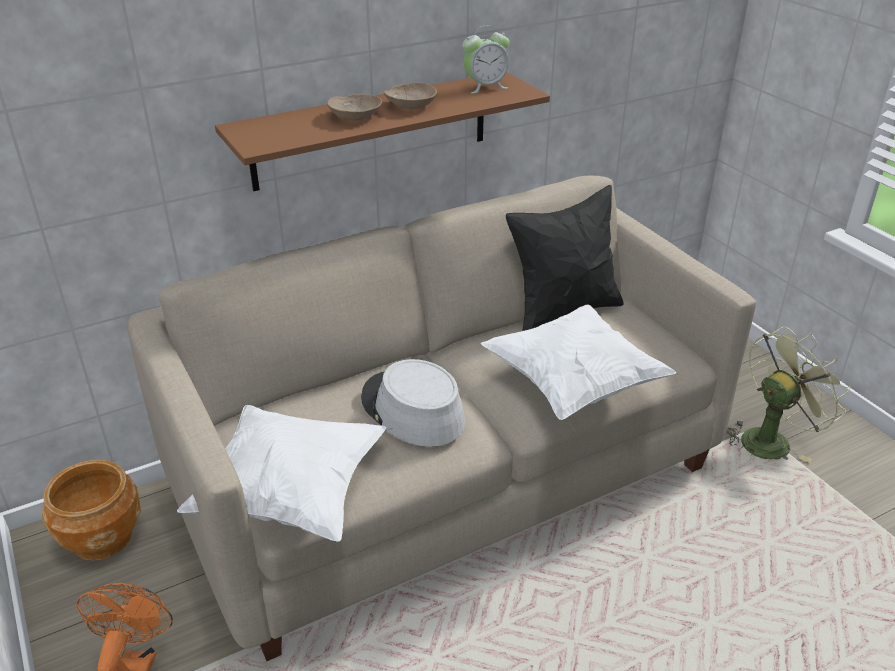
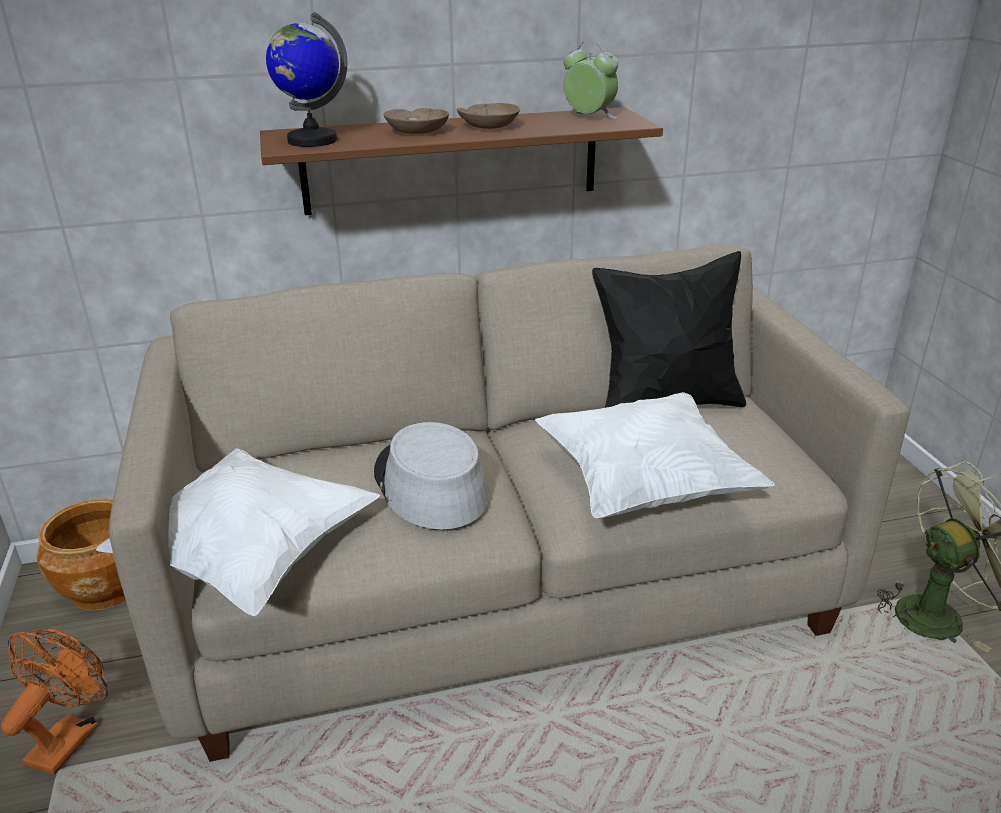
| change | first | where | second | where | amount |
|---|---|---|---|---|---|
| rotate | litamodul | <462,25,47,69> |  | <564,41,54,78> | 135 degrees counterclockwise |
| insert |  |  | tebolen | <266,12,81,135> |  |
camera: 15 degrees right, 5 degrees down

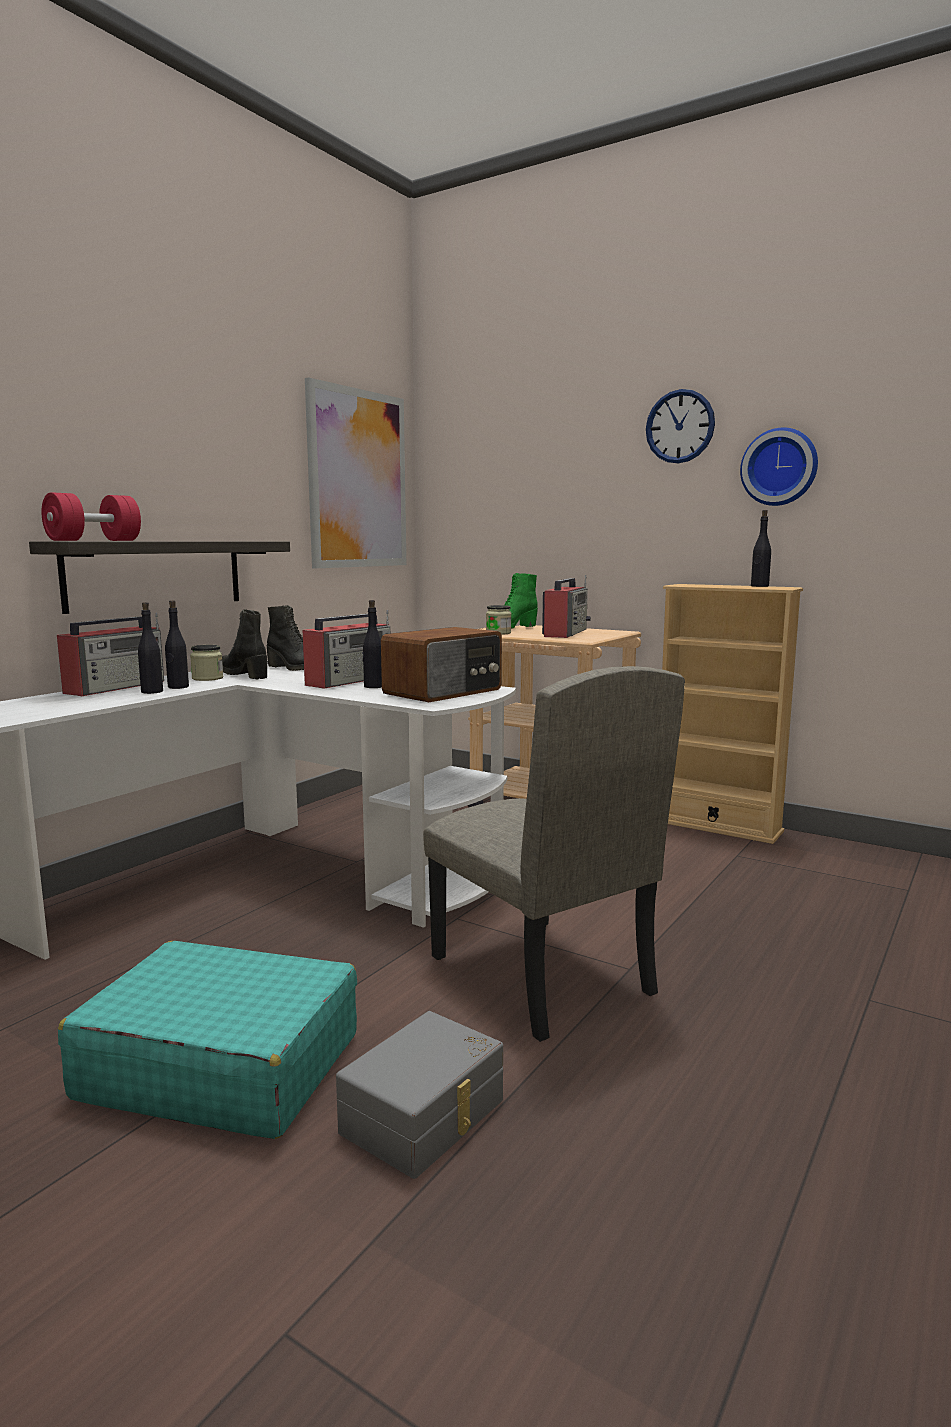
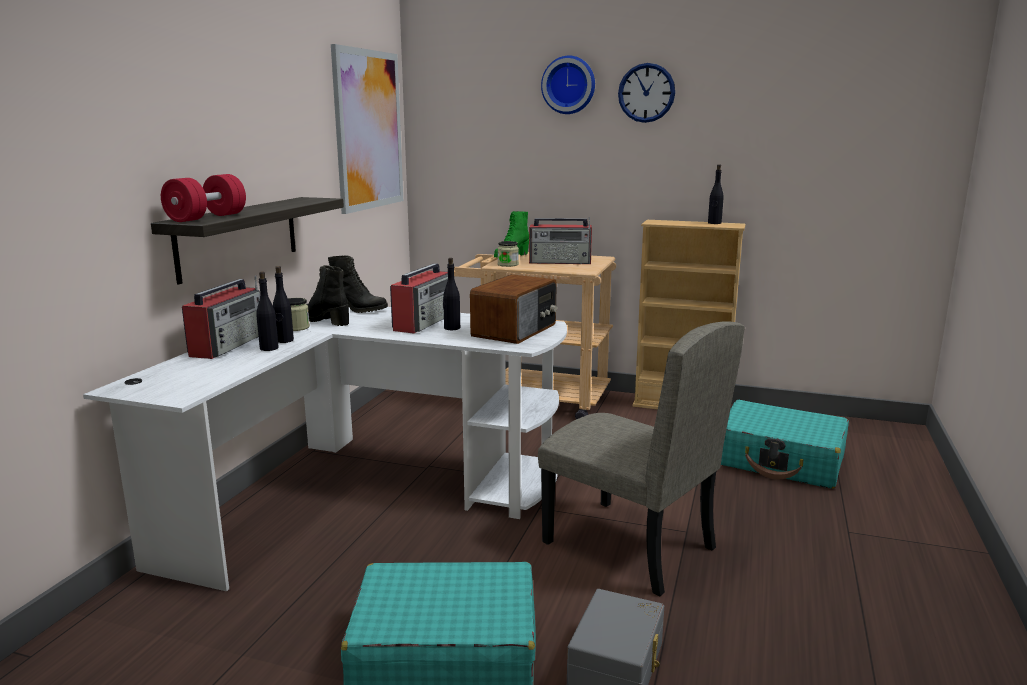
| change | first | where | second | where | amount |
|---|---|---|---|---|---|
| rotate | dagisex | <542,575,49,63> |  | <529,217,63,47> | 90 degrees clockwise |
| move | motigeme | <740,427,78,79> |  | <541,56,54,58> |  |
| insert |  |  | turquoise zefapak | <721,400,128,89> |  |
camera: 15 degrees left, 5 degrees up

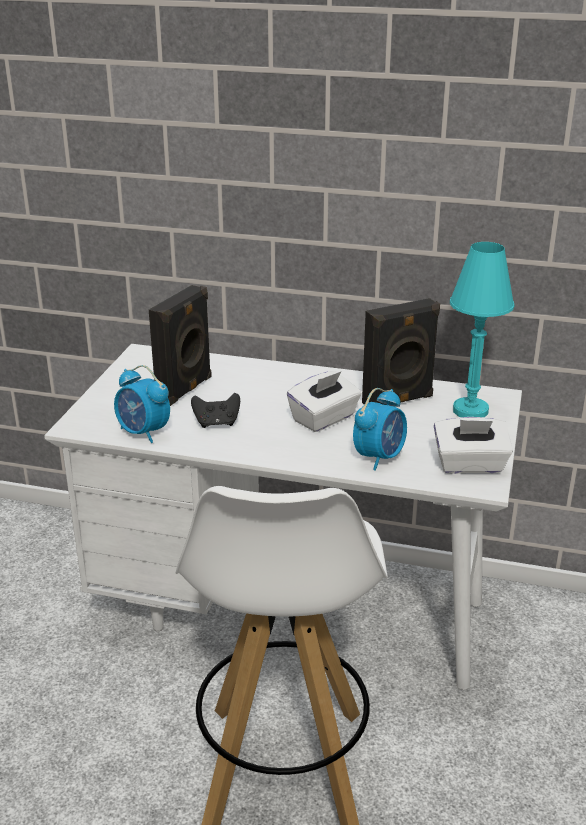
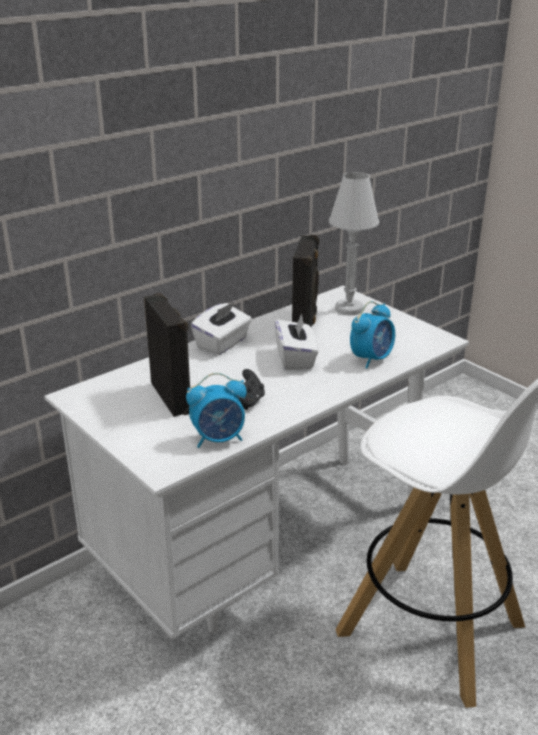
| change | first | where | second | where | amount |
|---|---|---|---|---|---|
| rotate | litamodul | <353,388,54,82> |  | <350,301,45,68> | 60 degrees clockwise |
| move | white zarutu | <434,417,79,57> |  | <191,302,61,53> |  |
| recolor | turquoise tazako | <450,242,64,175> | white tazako | <329,172,50,144> |  |
camera: 55 degrees left, 0 degrees up

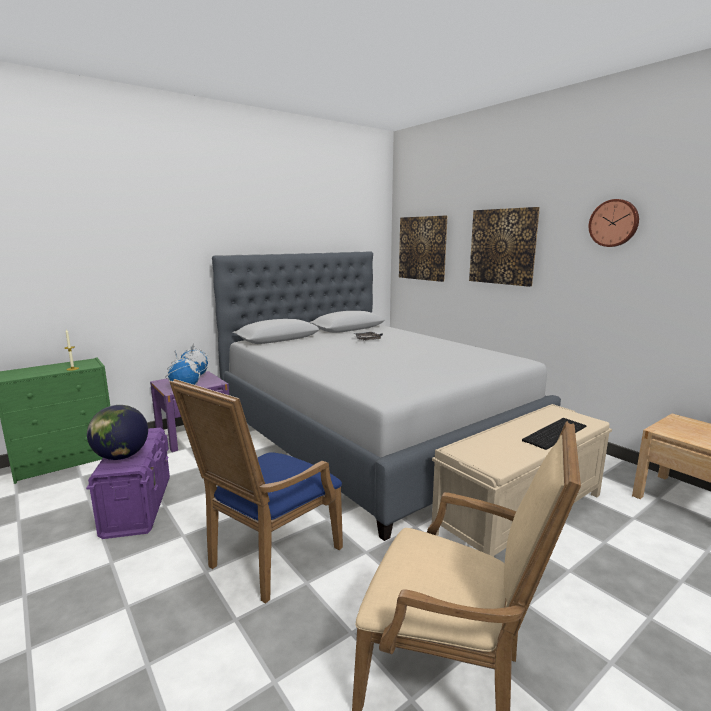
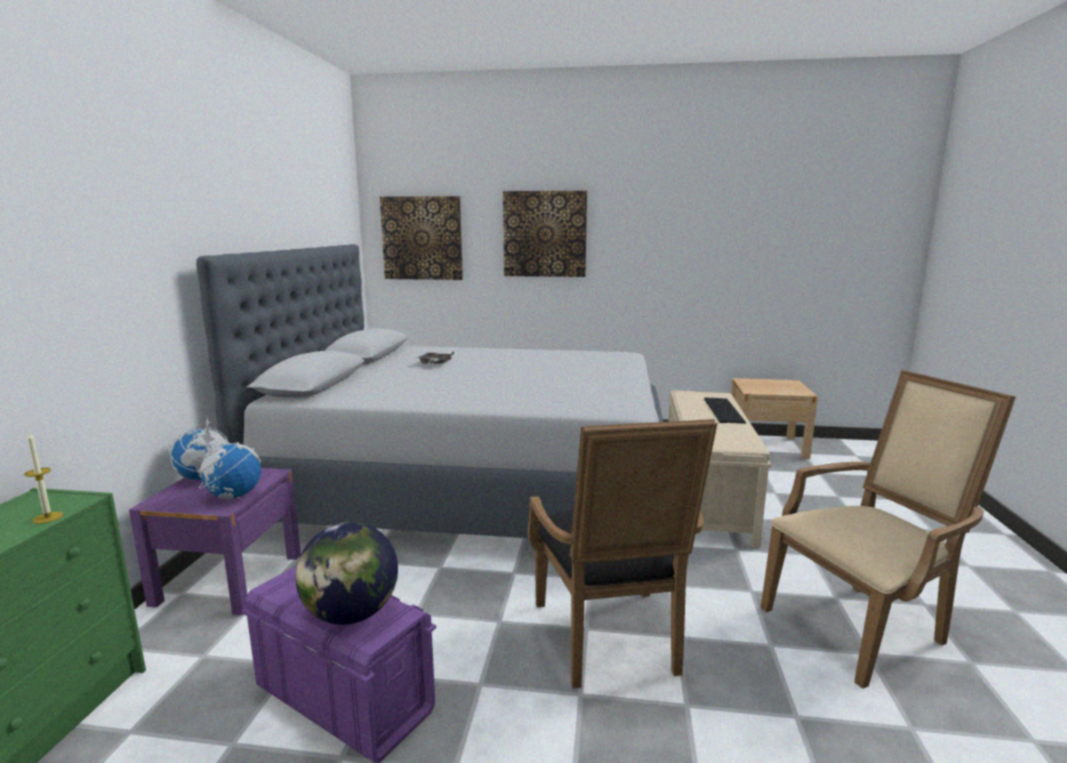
| change | first | where | second | where | amount |
|---|---|---|---|---|---|
| recolor | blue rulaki | <170,379,173,225> | black rulaki | <527,419,191,269> |  |
| delete | motigeme | <589,199,50,48> |  |  |  |
camera: 45 degrees left, 0 degrees up

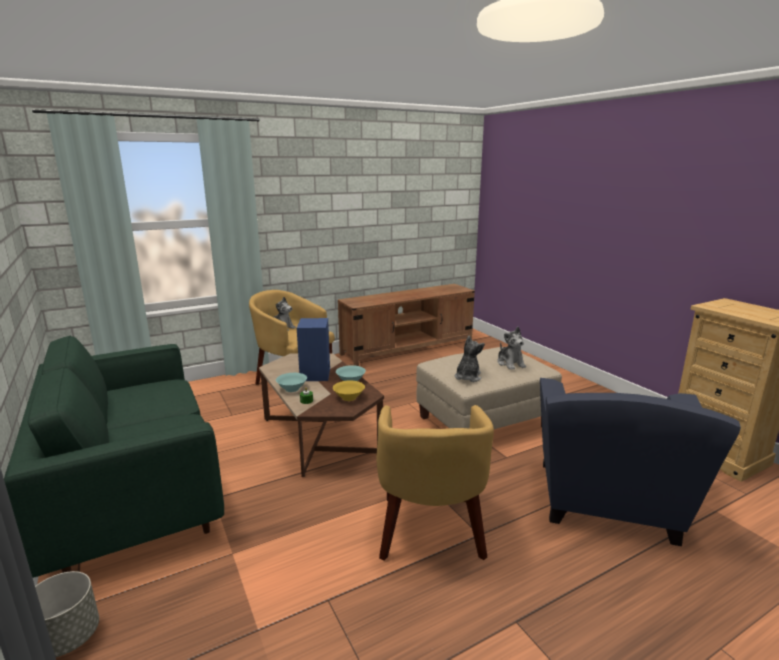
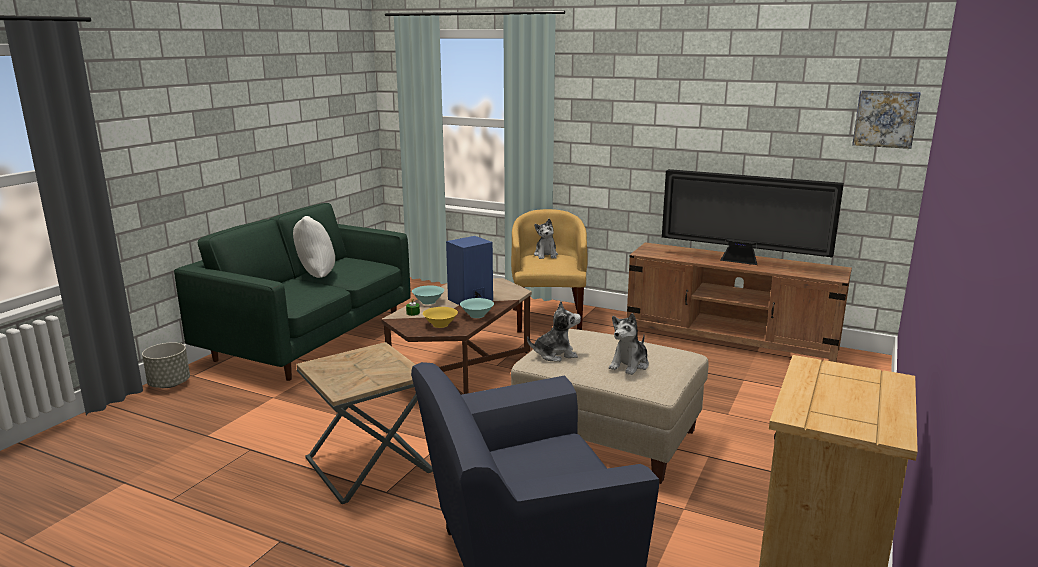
| change | first | where | second | where | amount |
|---|---|---|---|---|---|
| replace | yellow rulaki | <376,405,118,156> | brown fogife | <296,342,137,162> |  |
| insert |  |  | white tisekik | <293,216,42,62> |  |
| insert |  |  | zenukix | <662,169,182,96> |  |
| insert |  |  | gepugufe | <852,90,69,59> |  |
camera: 55 degrees right, 0 degrees up

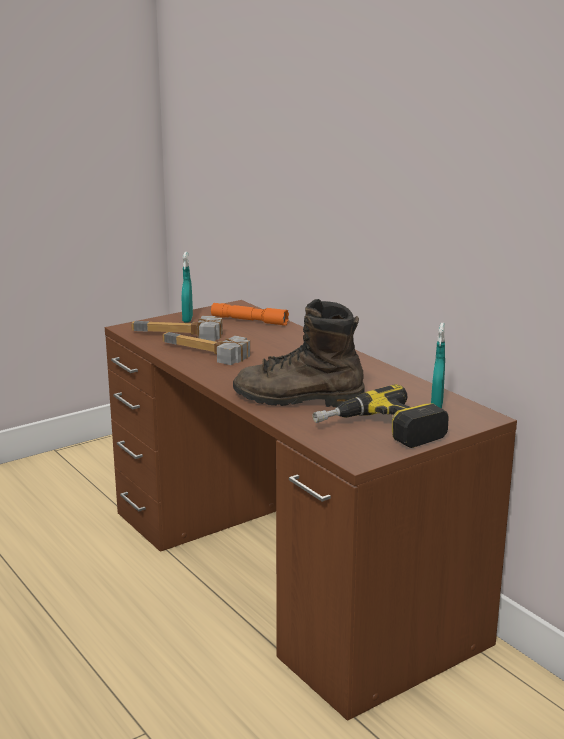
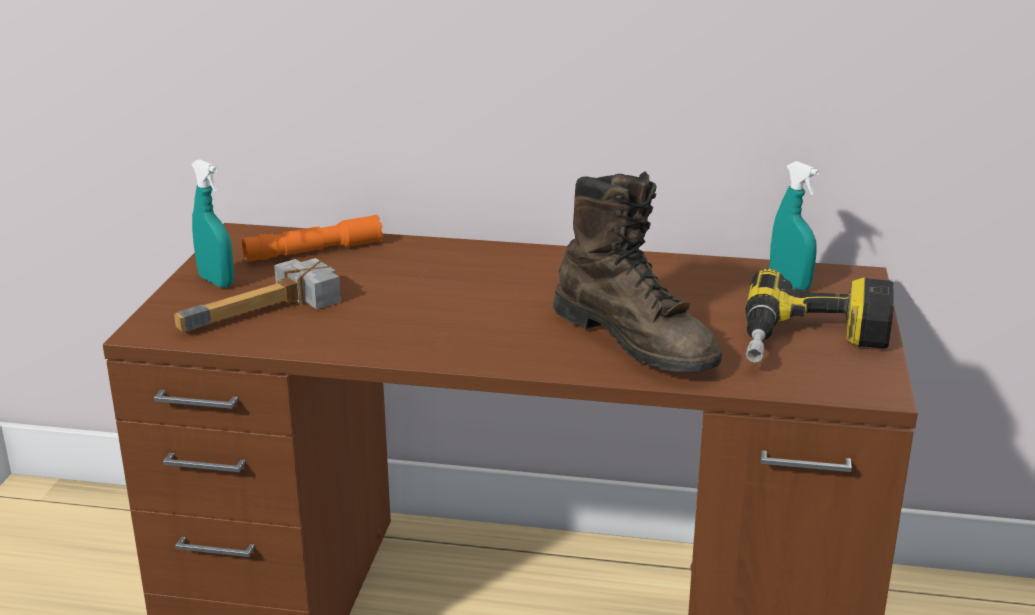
| change | first | where | second | where | amount |
|---|---|---|---|---|---|
| delete | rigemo | <162,332,88,33> |  |  |  |
| rotate | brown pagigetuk | <233,299,132,108> |  | <553,171,169,202> | 90 degrees counterclockwise |
camera: 45 degrees left, 5 degrees up

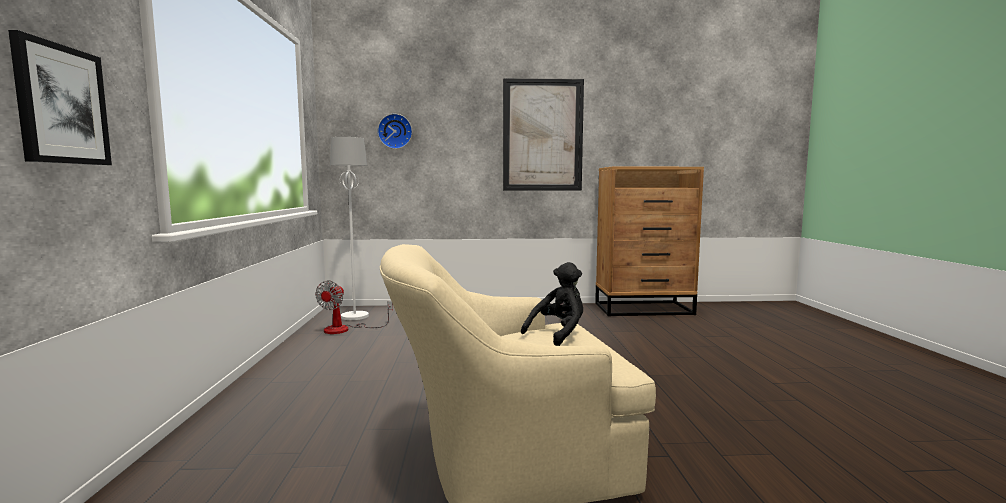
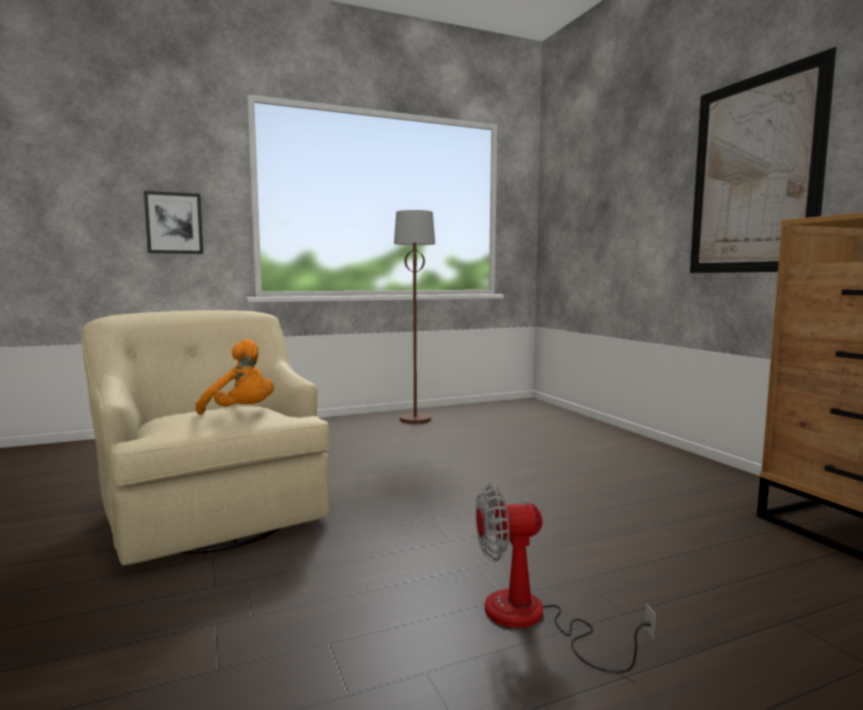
| change | first | where | second | where | amount |
|---|---|---|---|---|---|
| move | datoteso | <315,280,78,54> |  | <476,484,180,189> |  |
| delete | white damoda | <330,137,39,183> |  |  |  |
| delete | motigeme | <378,114,34,35> |  |  |  |
| recolor | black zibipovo | <521,262,62,84> | orange zibipovo | <195,339,79,76> |  |
| insert |  |  | brown damoda | <394,210,41,214> |  |
camera: 70 degrees right, 0 degrees up

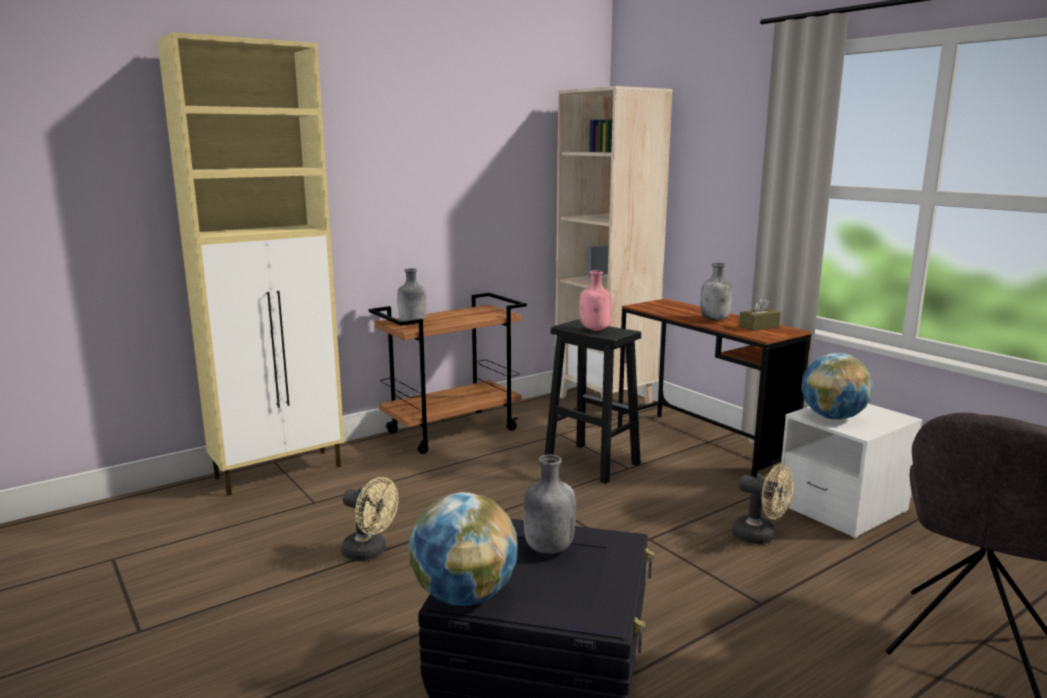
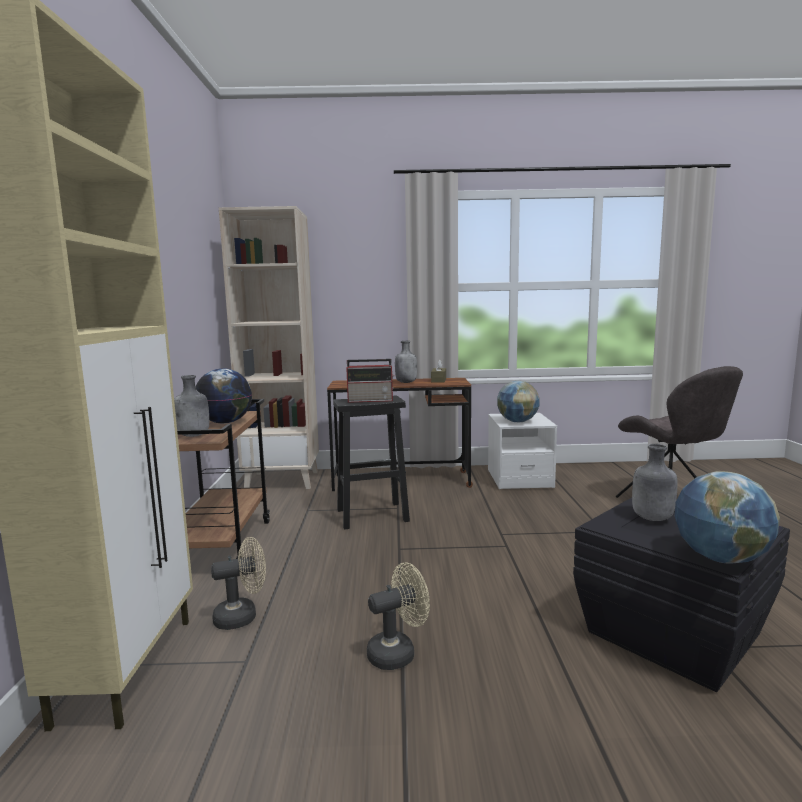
| change | first | where | second | where | amount |
|---|---|---|---|---|---|
| replace | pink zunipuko | <579,270,33,61> | dagisex | <346,359,48,44> |  |
| move | beige datoteso | <732,464,62,80> |  | <211,537,55,93> |  |
| insert |  |  | tebolen | <196,368,56,56> |  |
camera: 55 degrees left, 5 degrees down

